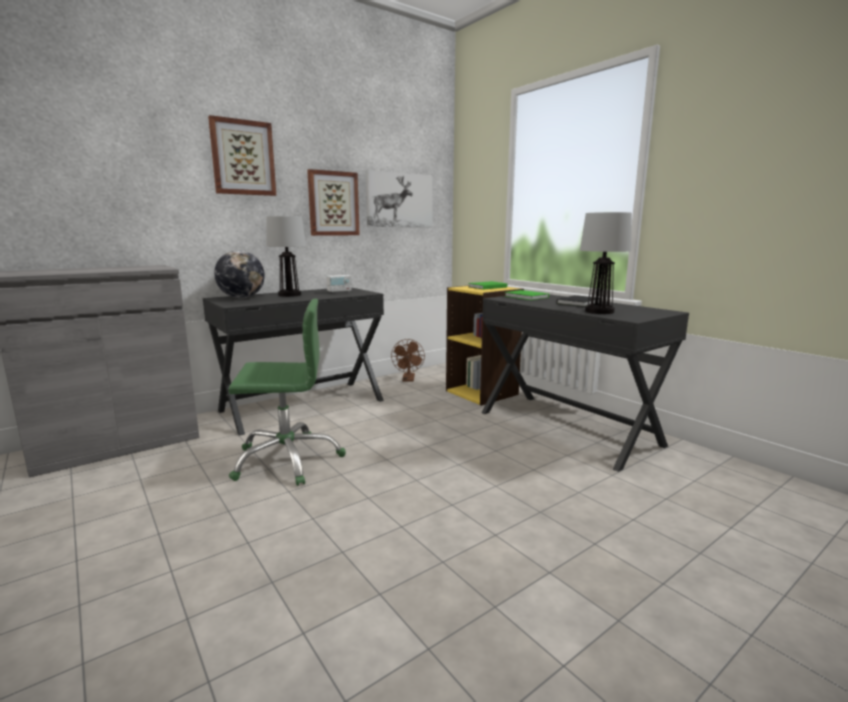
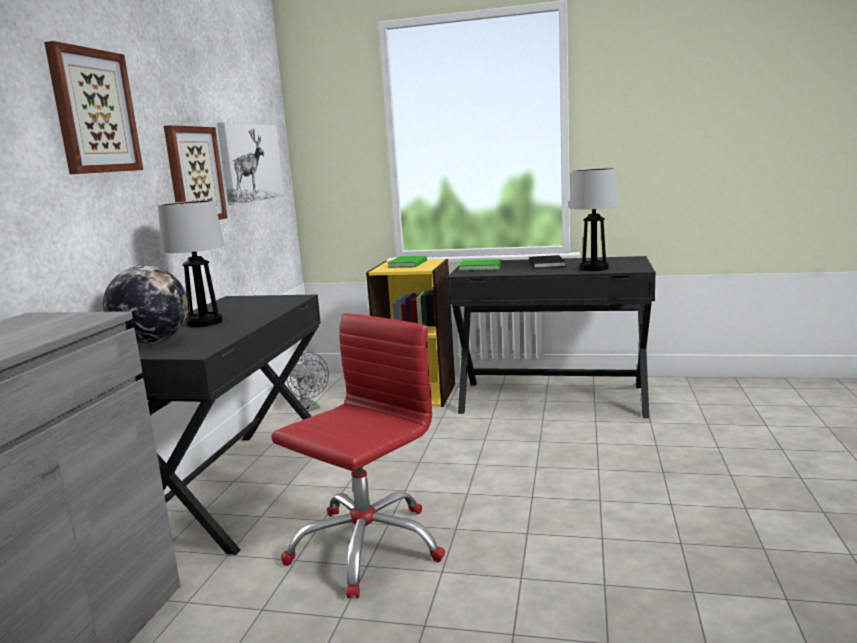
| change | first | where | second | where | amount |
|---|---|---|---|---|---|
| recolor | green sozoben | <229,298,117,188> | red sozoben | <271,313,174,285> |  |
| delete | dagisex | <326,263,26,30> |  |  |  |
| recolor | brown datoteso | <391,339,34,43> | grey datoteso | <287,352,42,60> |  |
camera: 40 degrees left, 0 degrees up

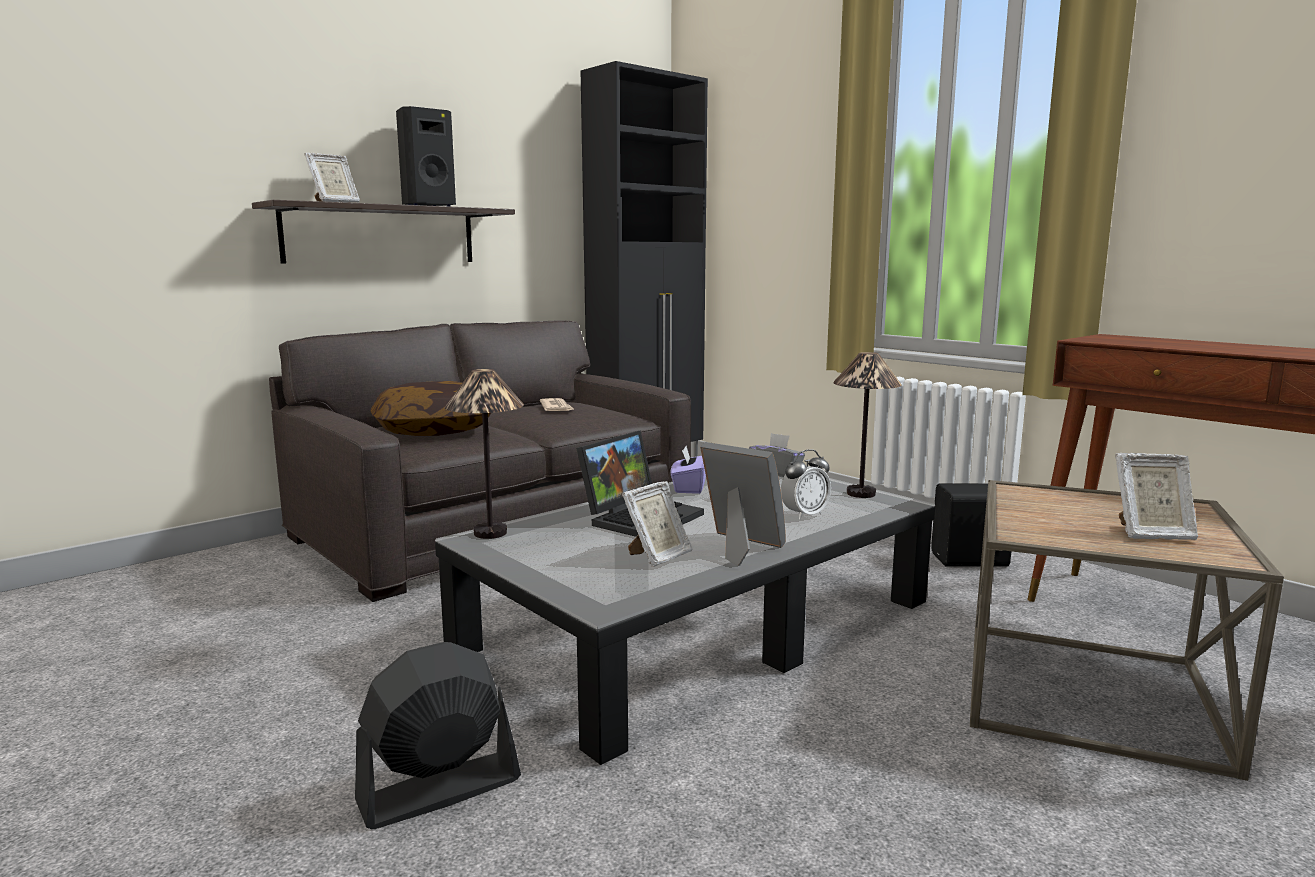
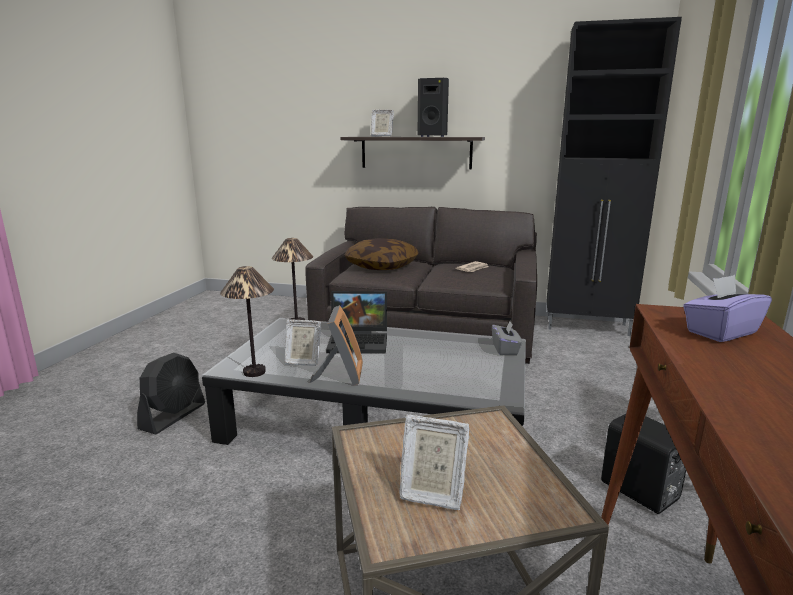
| change | first | where | second | where | amount |
|---|---|---|---|---|---|
| rotate | black datoteso | <355,642,166,187> |  | <137,353,68,82> | 90 degrees clockwise |
| move | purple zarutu | <671,446,35,48> |  | <683,275,89,67> |  |
| delete | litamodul | <781,449,50,71> |  |  |  |
| move | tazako | <833,352,69,146> |  | <220,266,54,111> |  |
| rotate | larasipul | <1115,453,83,87> |  | <400,415,69,95> | 45 degrees counterclockwise |
camera: 55 degrees right, 5 degrees up

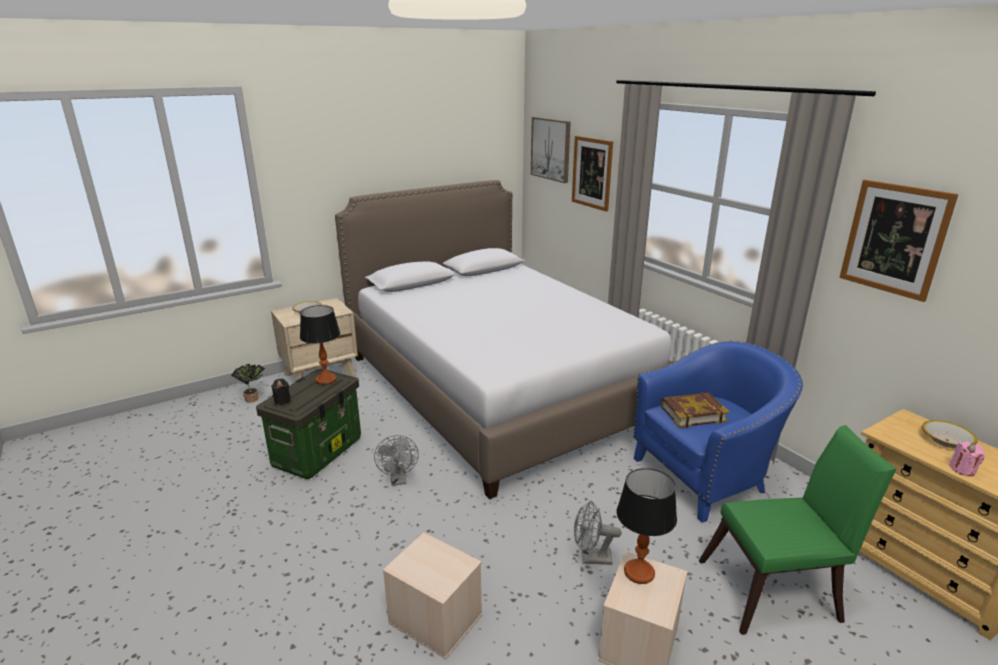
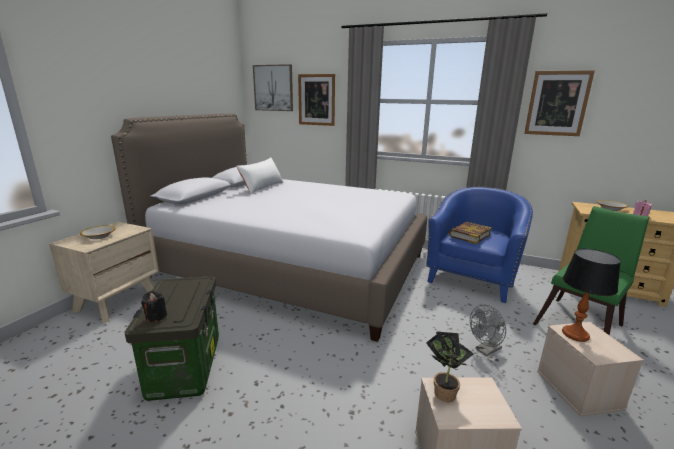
| change | first | where | second | where | amount |
|---|---|---|---|---|---|
| move | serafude | <231,364,34,39> |  | <426,331,48,71> |  |
| delete | tazako | <300,305,40,80> |  |  |  |
| delete | grey datoteso | <374,435,45,51> |  |  |  |
| insert |  |  | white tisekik | <236,157,48,38> |  |
camera: 35 degrees left, 5 degrees down

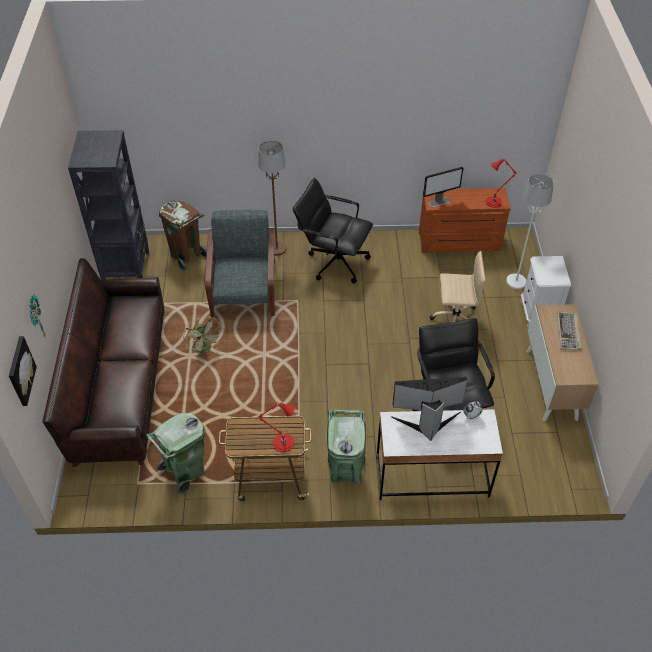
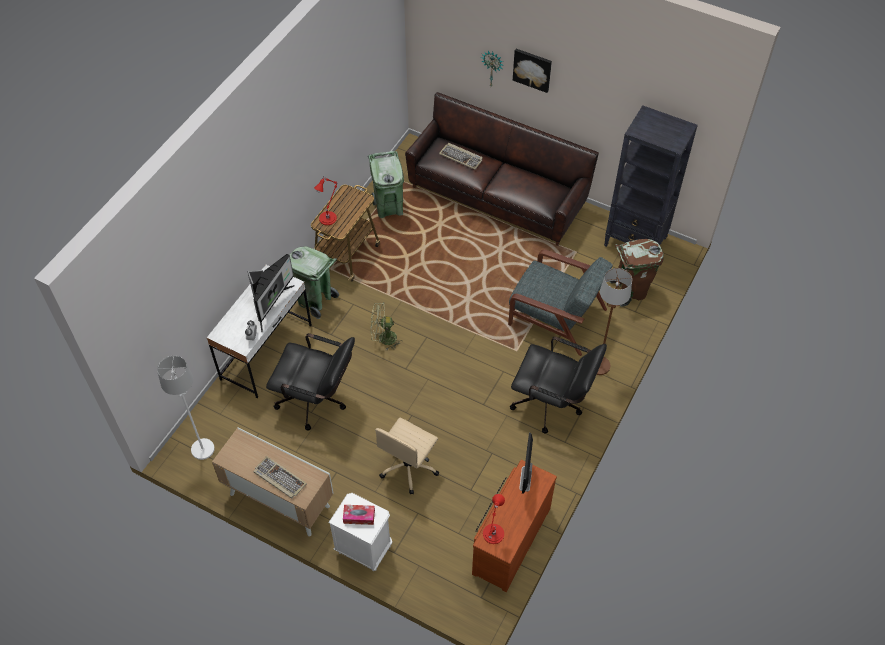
| change | first | where | second | where | amount |
|---|---|---|---|---|---|
| move | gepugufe | <9,336,28,70> |  | <513,49,39,44> |  |
| move | green datoteso | <183,316,40,38> |  | <371,302,31,49> |  |
| rotate | black sozoben | <293,178,80,105> |  | <509,337,98,97> | 60 degrees clockwise |
| move | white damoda | <506,173,48,116> |  | <157,356,58,104> |  |
| insert |  |  | zarutu | <343,505,32,20> |  |
| insert |  |  | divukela | <439,143,44,27> |  |
camera: 120 degrees right, 5 degrees up

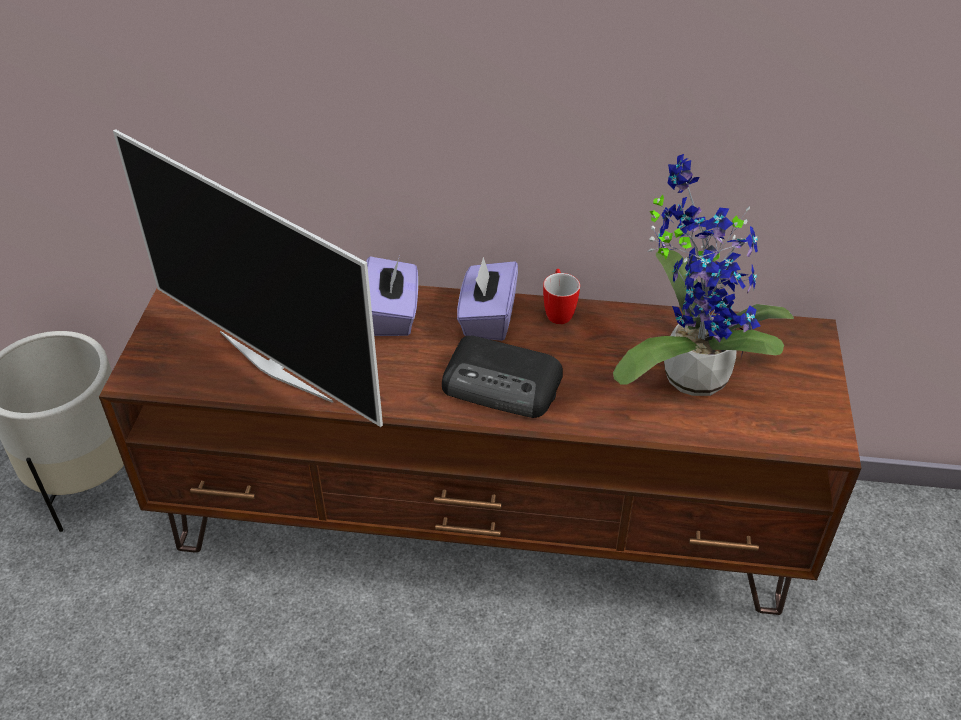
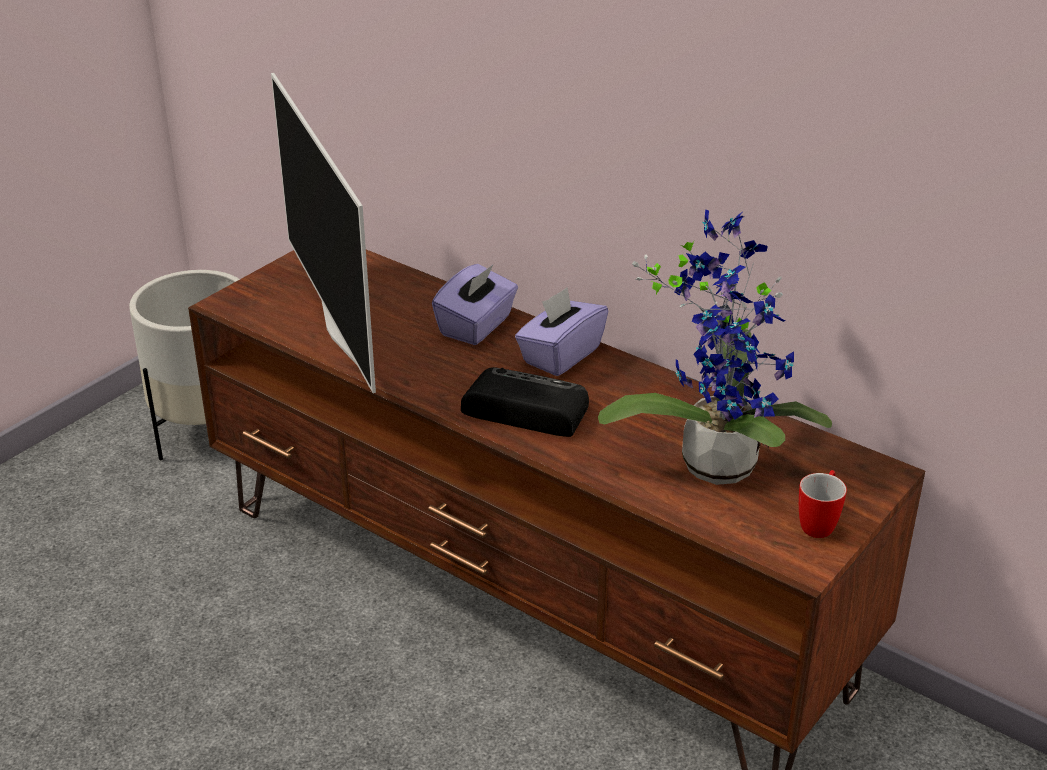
| change | first | where | second | where | amount |
|---|---|---|---|---|---|
| rotate | dagisex | <442,336,121,82> |  | <461,367,128,70> | 150 degrees clockwise |
| move | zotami | <543,269,37,55> |  | <799,470,48,68> |  |
camera: 30 degrees right, 10 degrees down

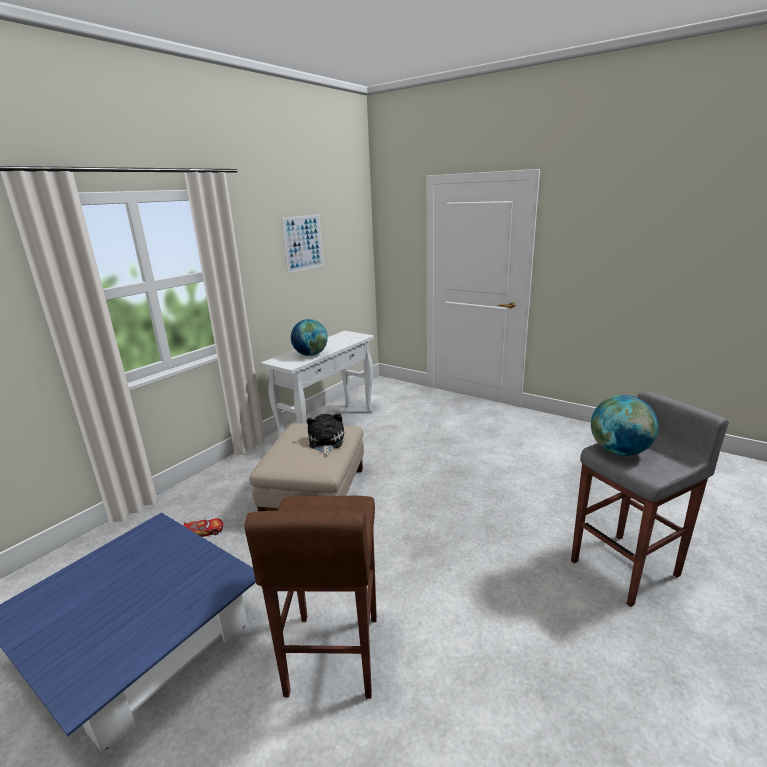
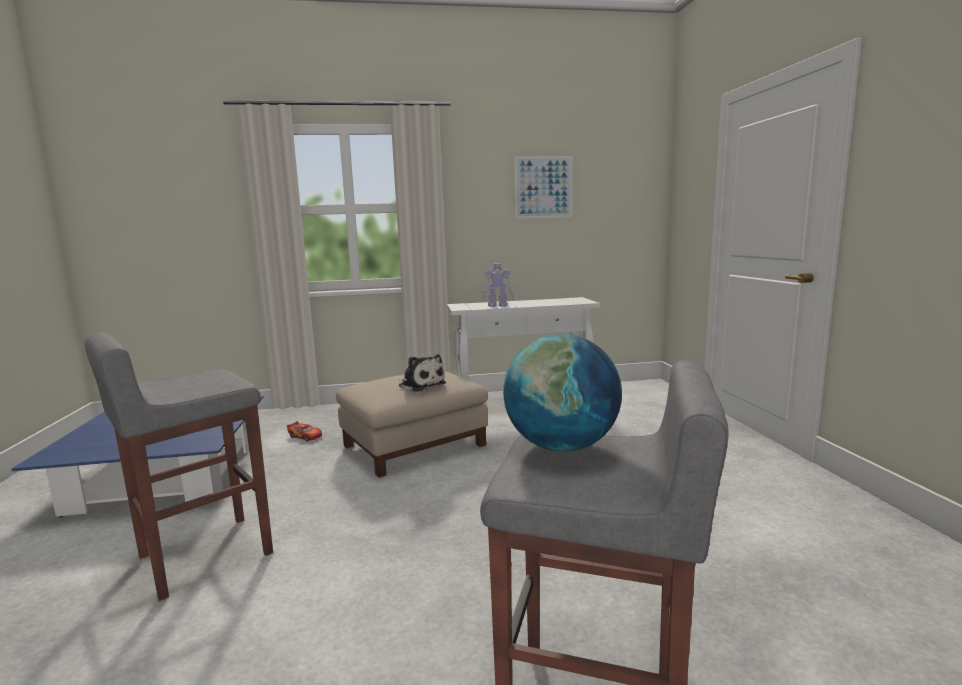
| change | first | where | second | where | amount |
|---|---|---|---|---|---|
| recolor | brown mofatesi | <244,496,133,203> | grey mofatesi | <85,333,188,268> |  |
| replace | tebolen | <291,319,37,37> | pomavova | <482,263,32,44> |  |
| rotate | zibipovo | <307,413,37,43> |  | <399,354,47,38> | 90 degrees clockwise |
camera: 45 degrees right, 10 degrees down

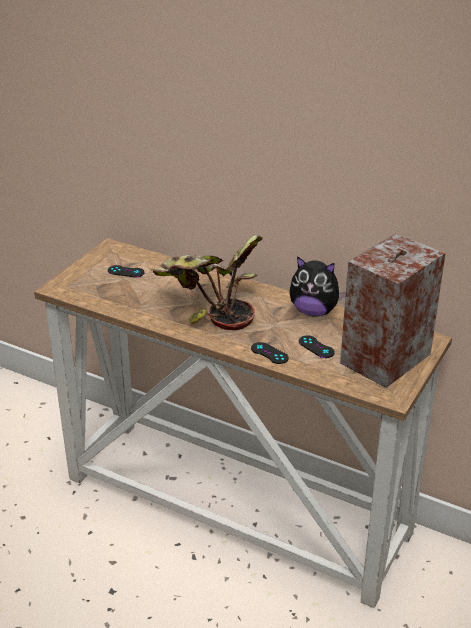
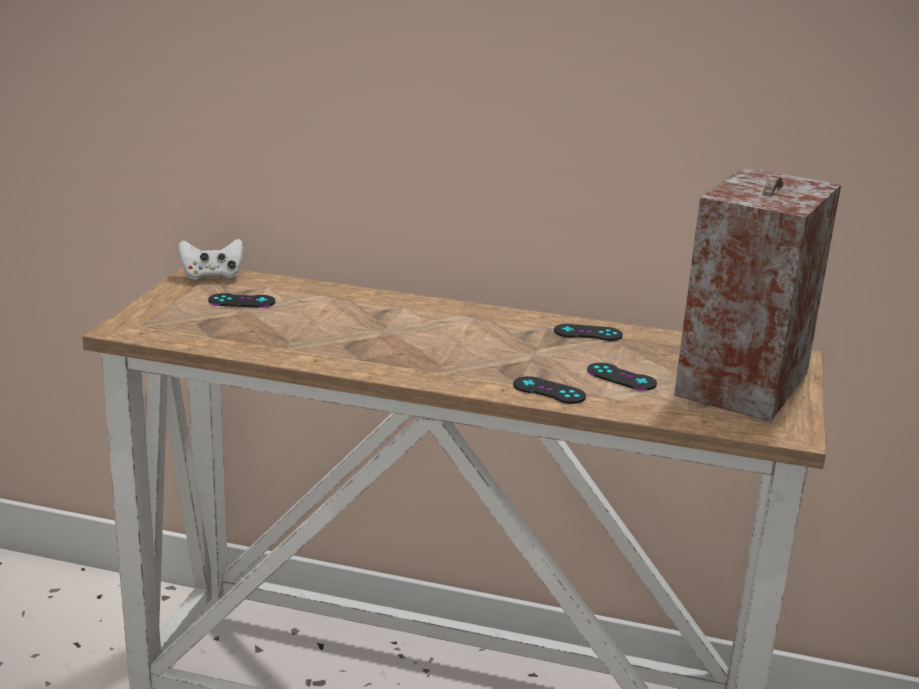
| change | first | where | second | where | amount |
|---|---|---|---|---|---|
| delete | serafude | <151,235,111,95> |  |  |  |
| replace | zibipovo | <289,256,57,61> | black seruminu | <554,324,69,17> |  |
| insert |  |  | white seruminu | <178,239,65,42> |  |
camera: 15 degrees left, 10 degrees down

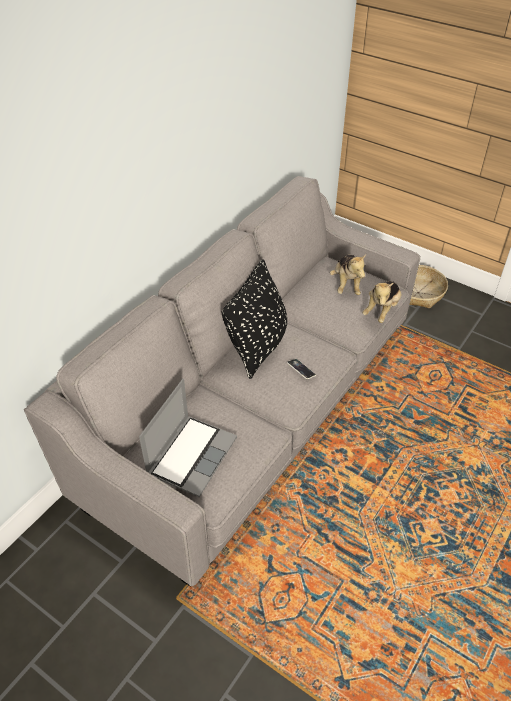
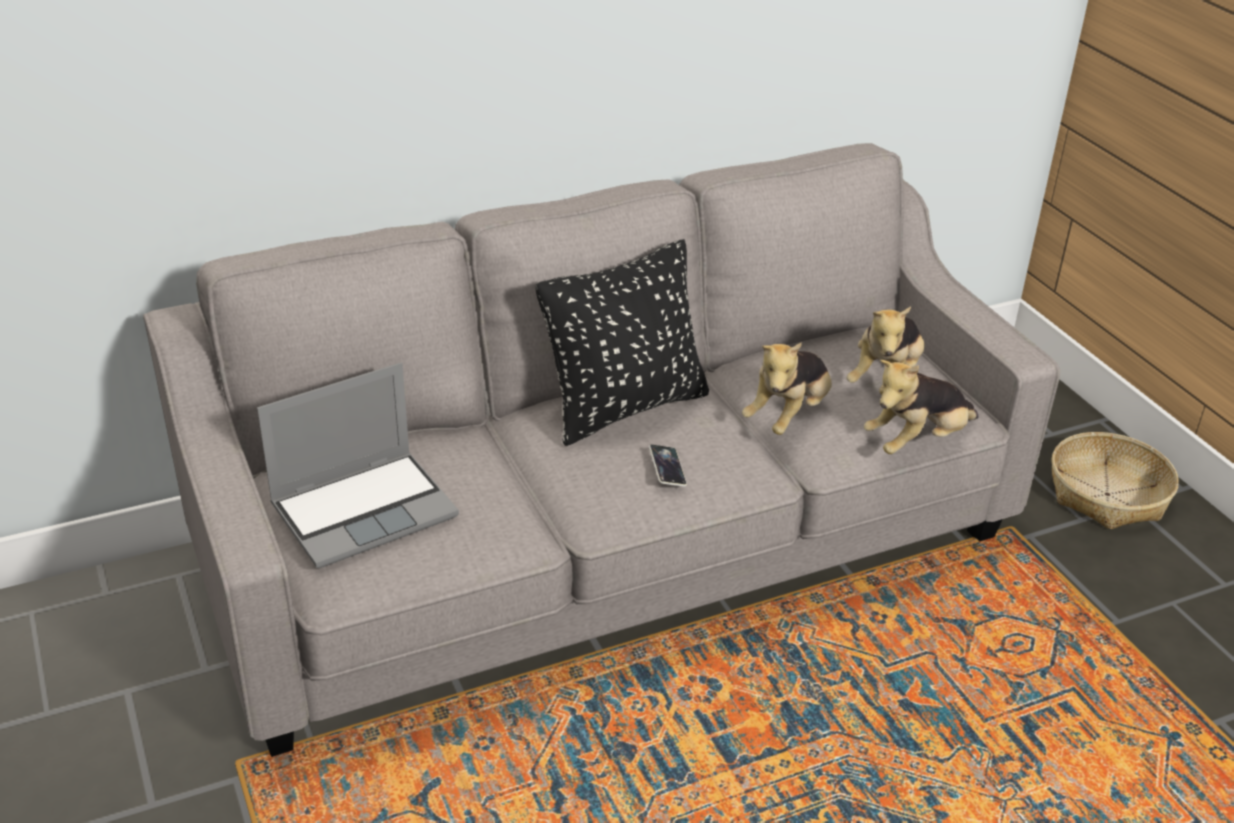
| change | first | where | second | where | amount |
|---|---|---|---|---|---|
| insert |  |  | zibipovo | <742,342,90,93> |  |
camera: 30 degrees right, 10 degrees down

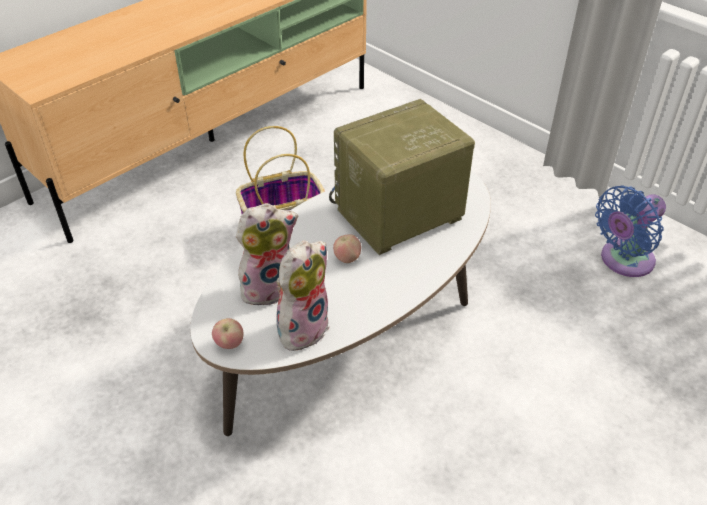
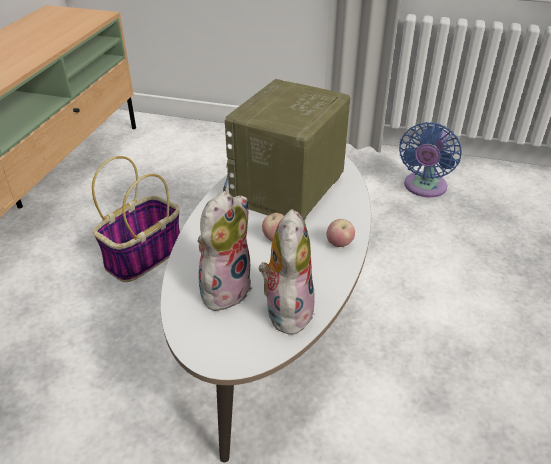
| change | first | where | second | where | amount |
|---|---|---|---|---|---|
| move | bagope | <212,318,31,31> |  | <326,219,29,28> |  |
camera: 30 degrees left, 5 degrees down

